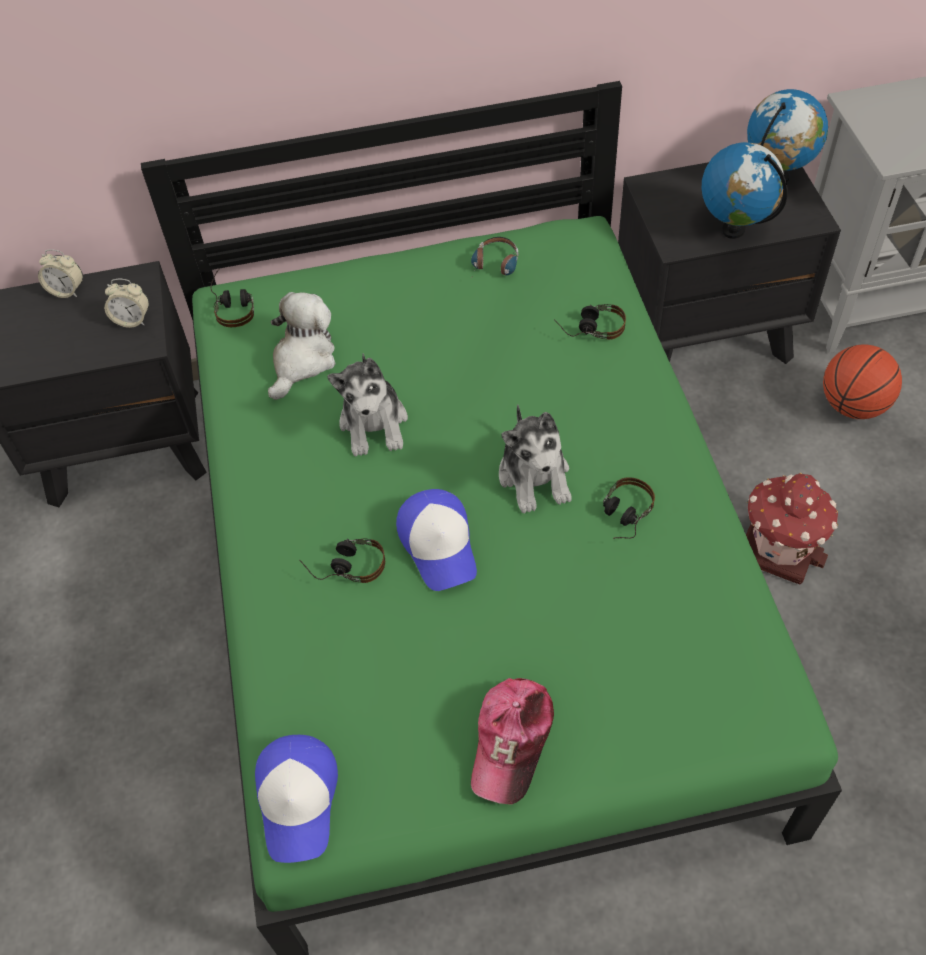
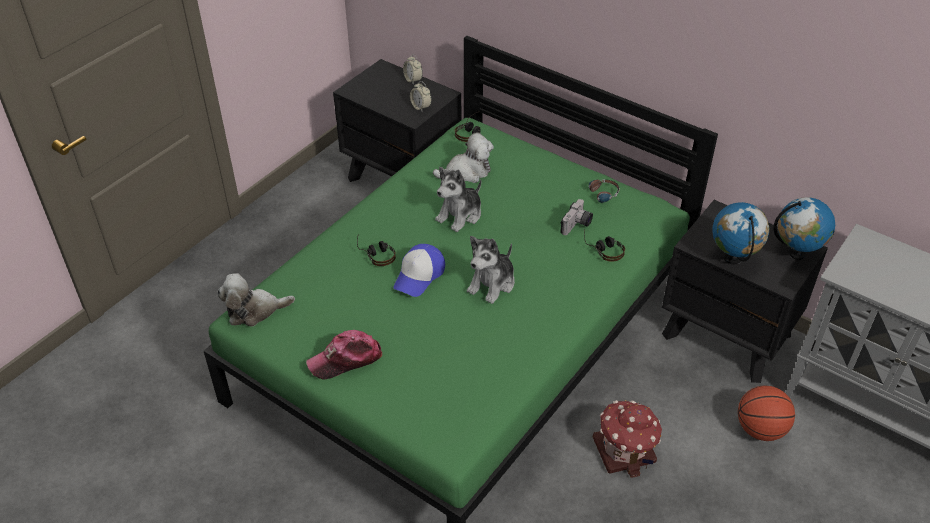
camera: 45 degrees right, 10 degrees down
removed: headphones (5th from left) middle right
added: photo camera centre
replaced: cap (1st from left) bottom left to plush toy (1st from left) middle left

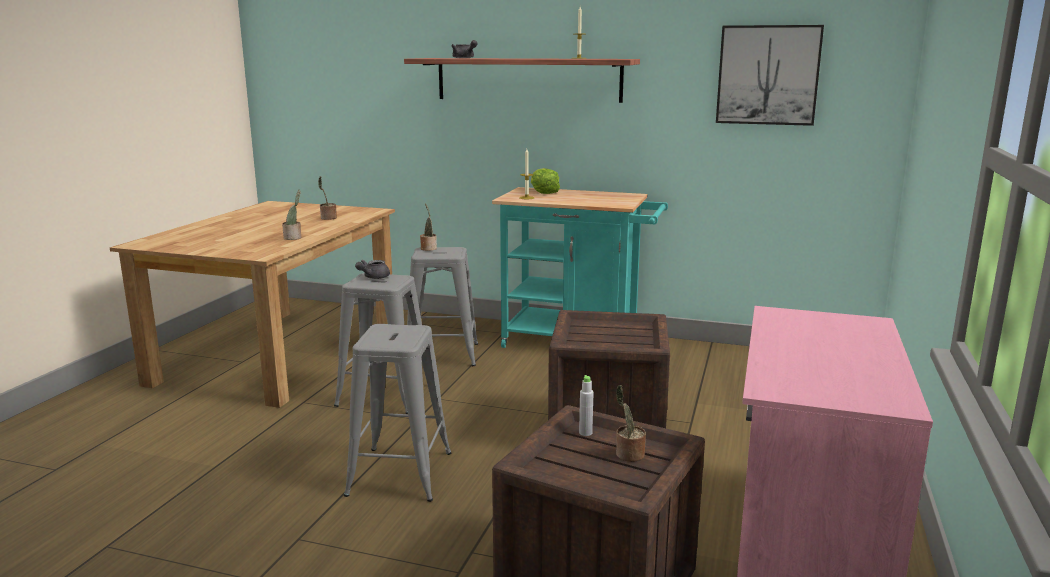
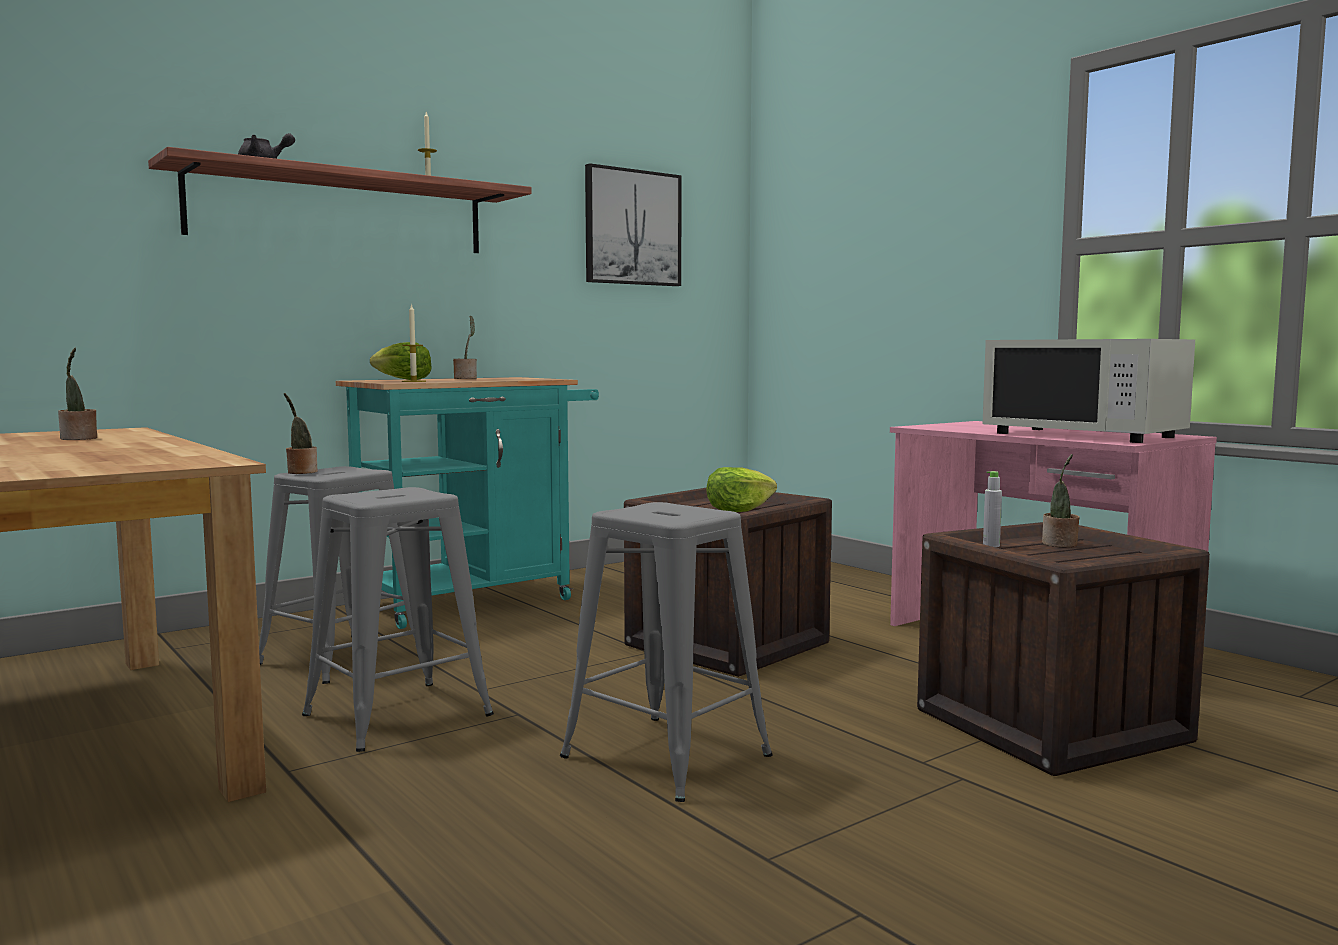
camera: 55 degrees left, 10 degrees down
removed: teapot (grey) (1st from left) centre
added: microwave (white) middle right; lettuce (2nd from left) centre
moved: potted plant (1st from left in the first image) middle left to potted plant (3rd from left) centre

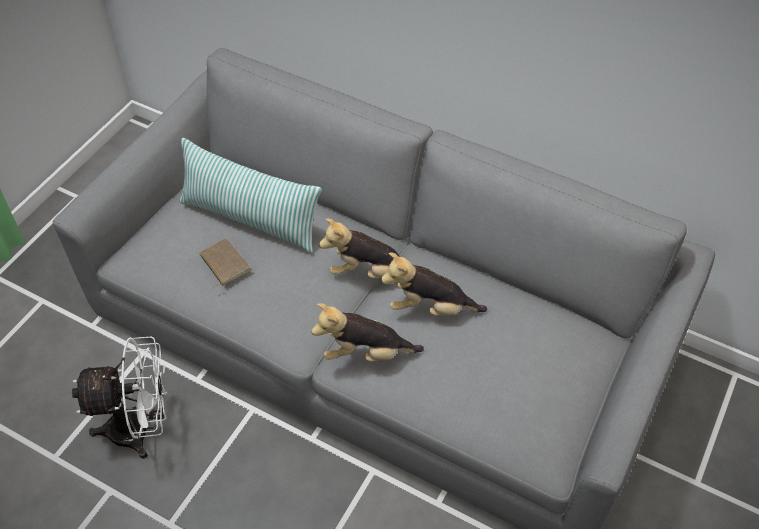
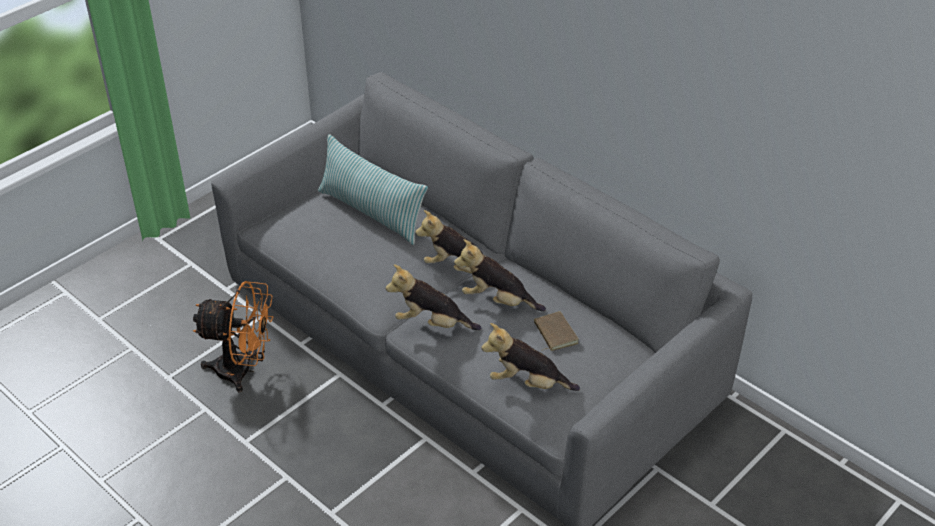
camera: 15 degrees right, 10 degrees down
added: plush toy (4th from left) bottom centre
moved: book (brown) middle left to centre
recoloured: fan (white) bottom left to fan (orange) middle left

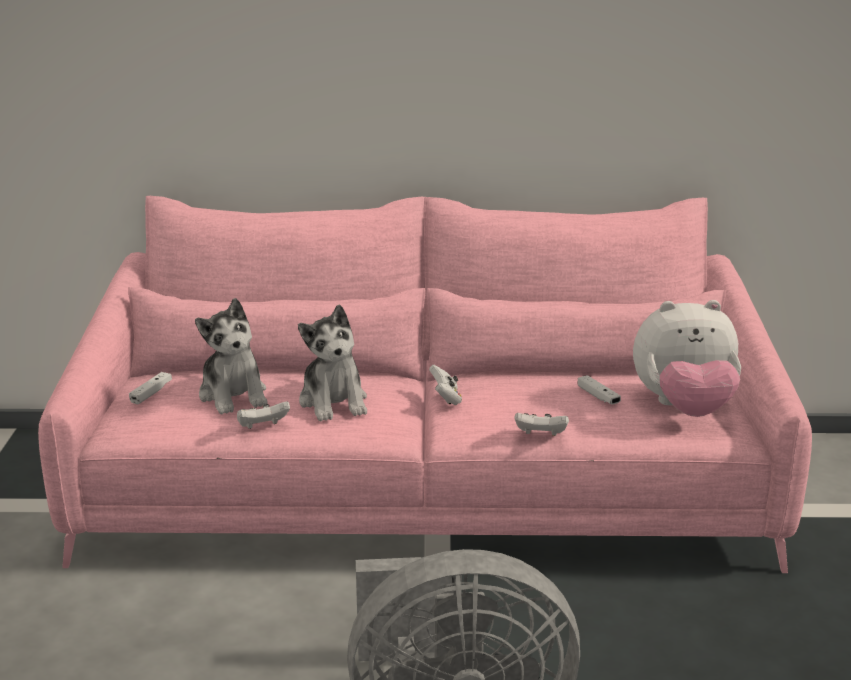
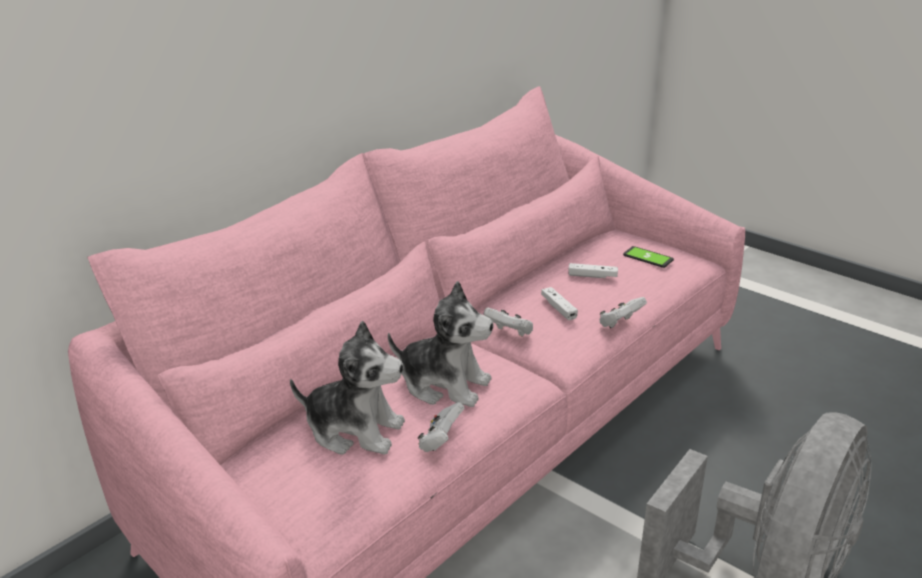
camera: 50 degrees left, 5 degrees up
moved: game controller (white) (1st from left in the first image) middle left to game controller (white) (3rd from left) centre
replaced: plush toy (3rd from left) middle right to phone middle right

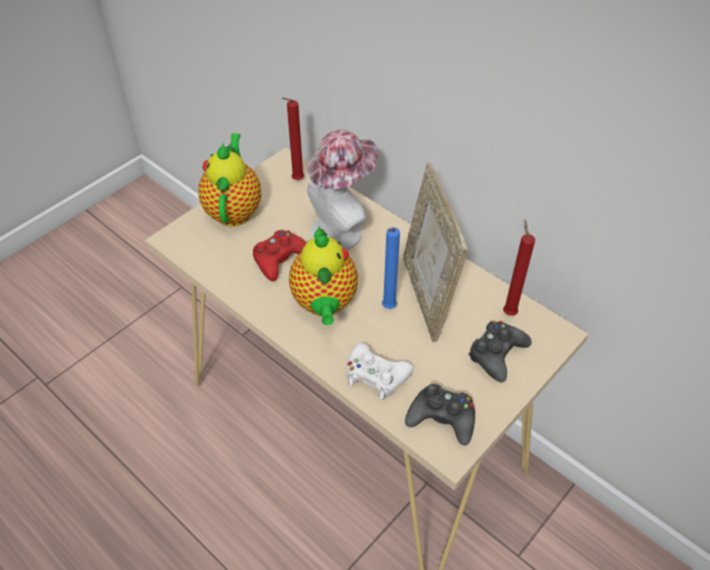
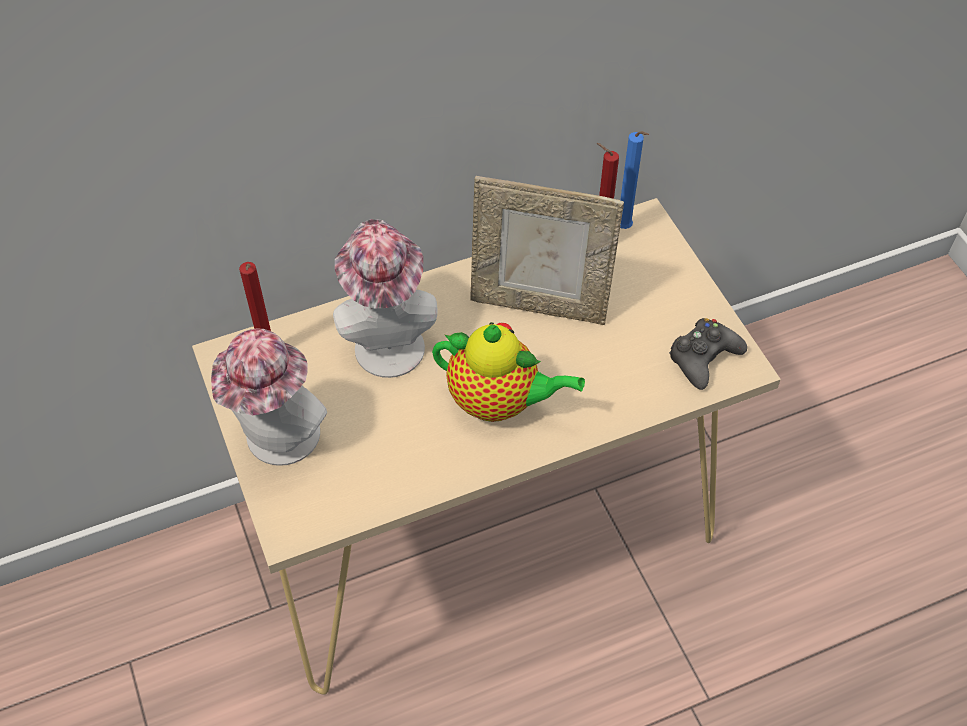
camera: 65 degrees left, 5 degrees up
removed: game controller (red) centre; game controller (black) (2nd from left) middle right; game controller (white) centre
moved: candle (blue) centre to top centre
replaced: teapot (1st from left) top left to hat (1st from left) middle left

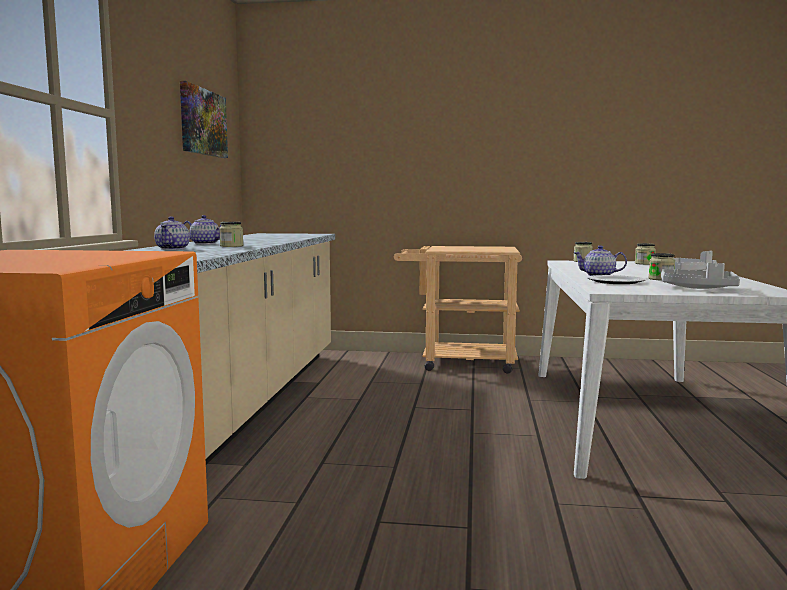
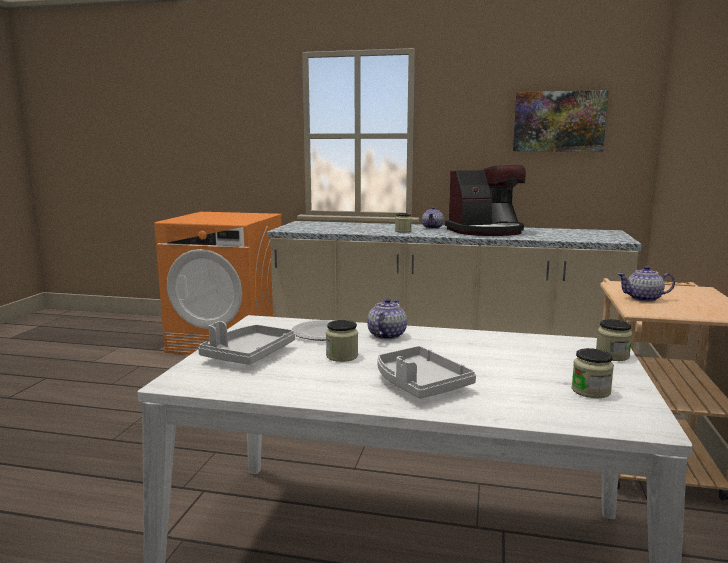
camera: 95 degrees right, 5 degrees up
added: coffee machine centre
moved: teapot (1st from left in the first image) middle left to teapot (3rd from left) middle right

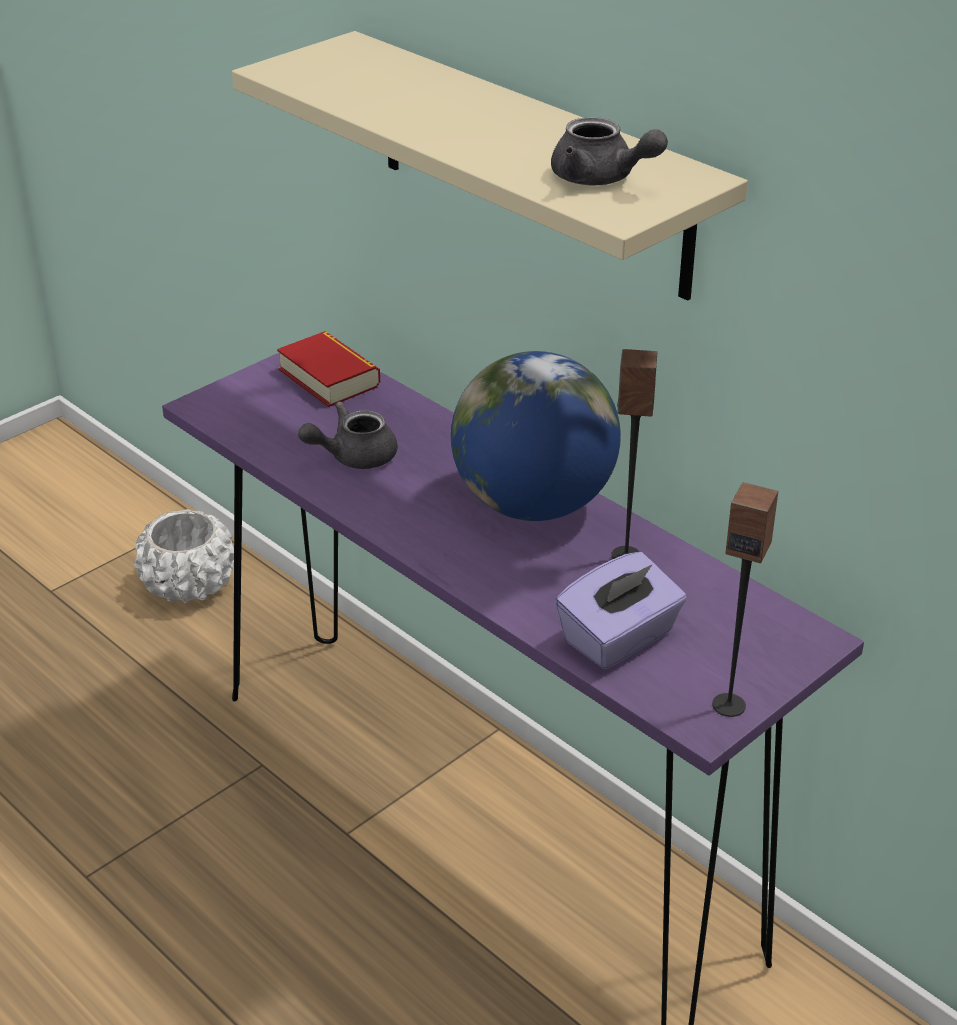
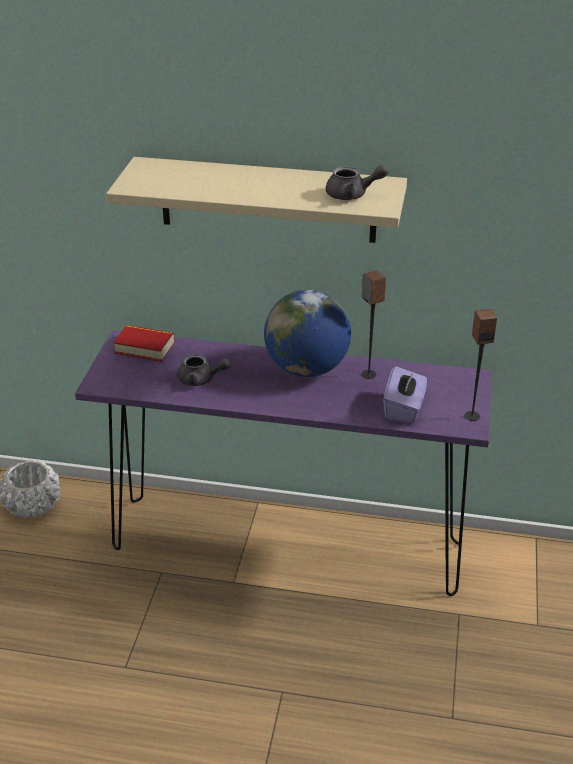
camera: 35 degrees left, 0 degrees up
turned: teapot (grey) (1st from left) centre = centre 105 degrees counterclockwise

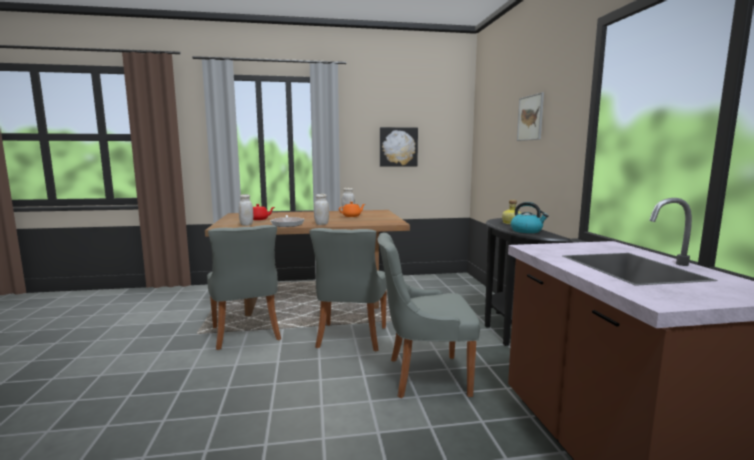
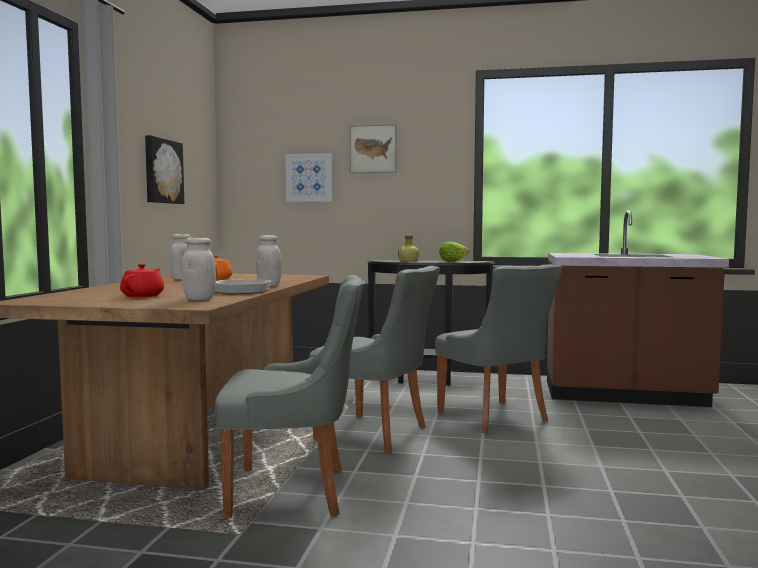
camera: 70 degrees left, 5 degrees down
added: picture (2nd from left) top centre
replaced: kettle middle right to lettuce centre
turned: chair (grey) (3rd from left) bottom centre = centre 45 degrees counterclockwise

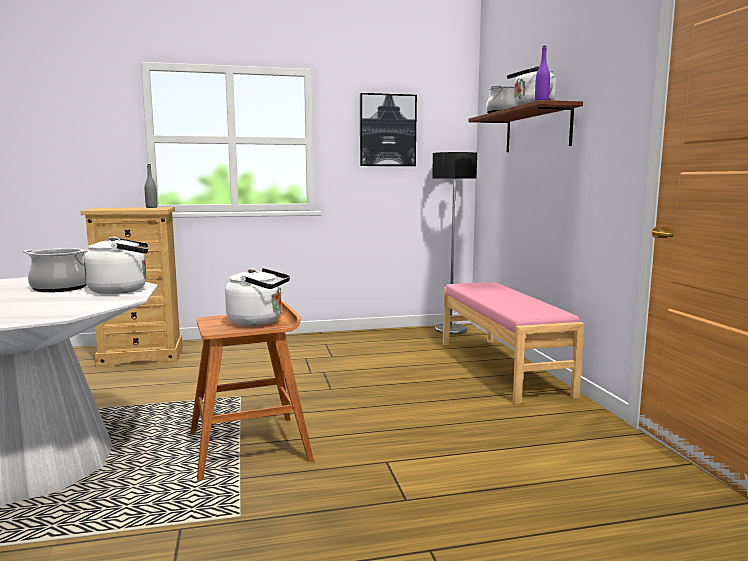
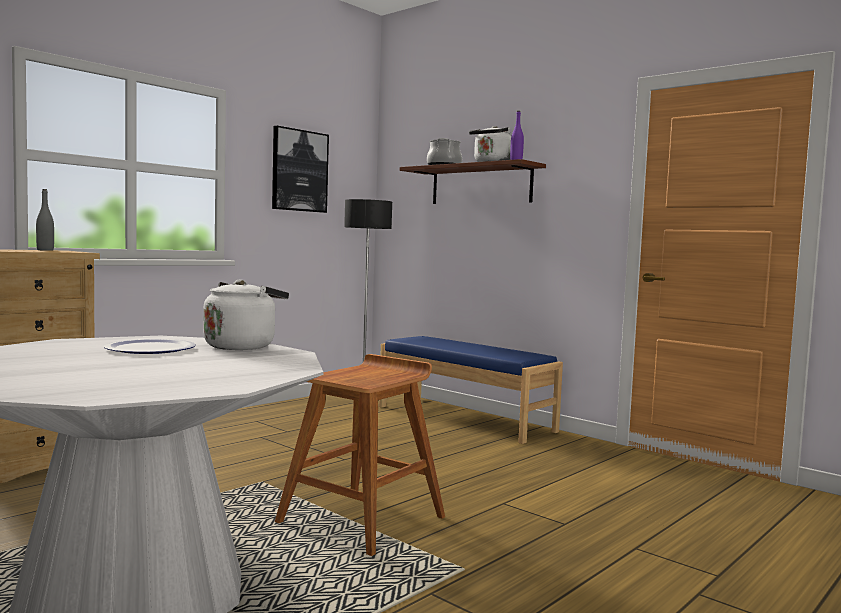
camera: 35 degrees left, 5 degrees down
removed: kettle (white) (2nd from left) centre
replaced: cooking pot (1st from left) middle left to plate middle left
recoloured: bench (pink) middle right to bench (blue) centre

